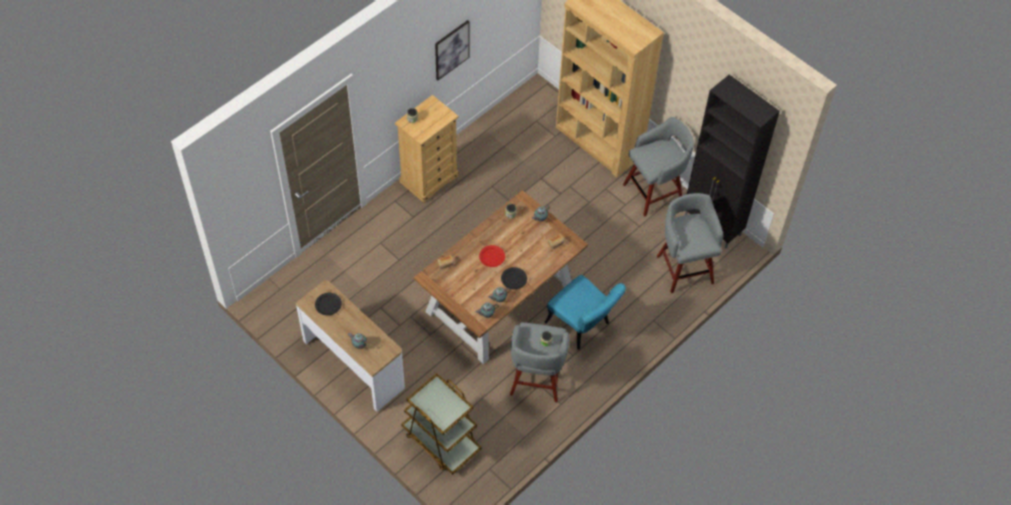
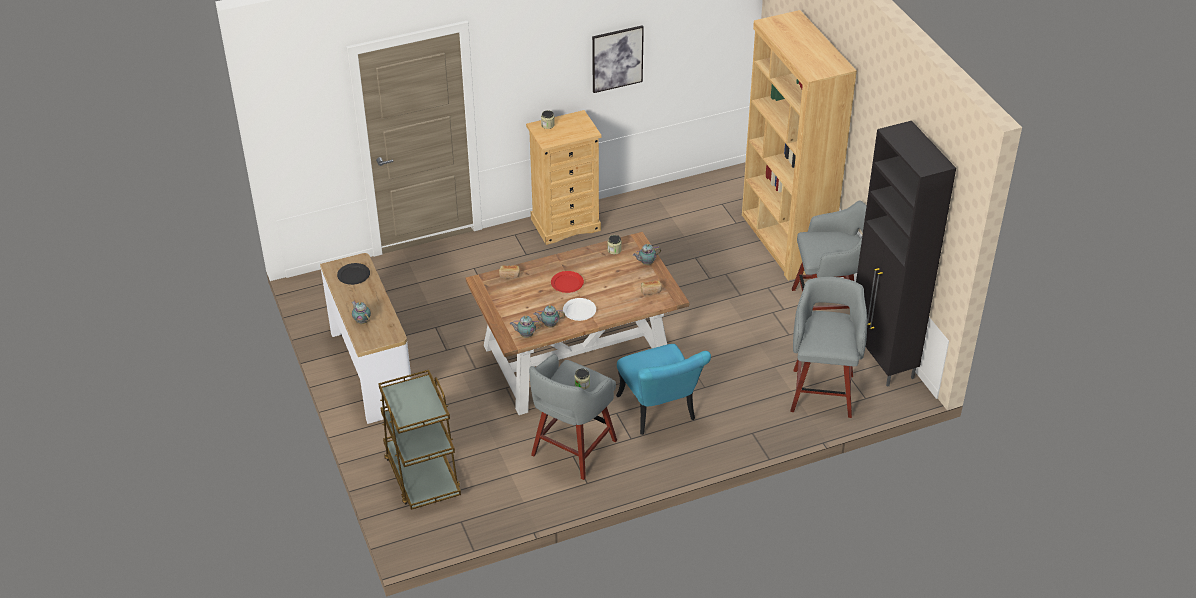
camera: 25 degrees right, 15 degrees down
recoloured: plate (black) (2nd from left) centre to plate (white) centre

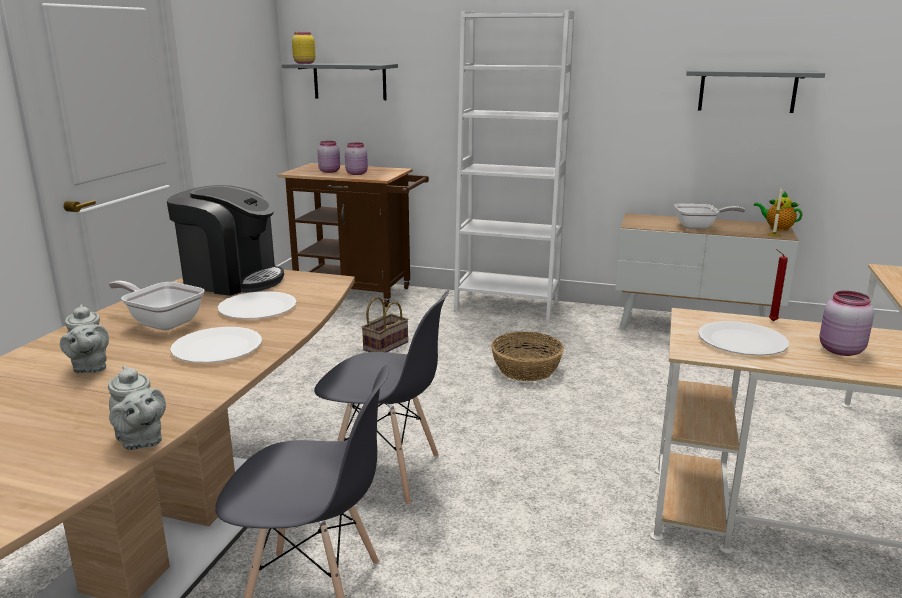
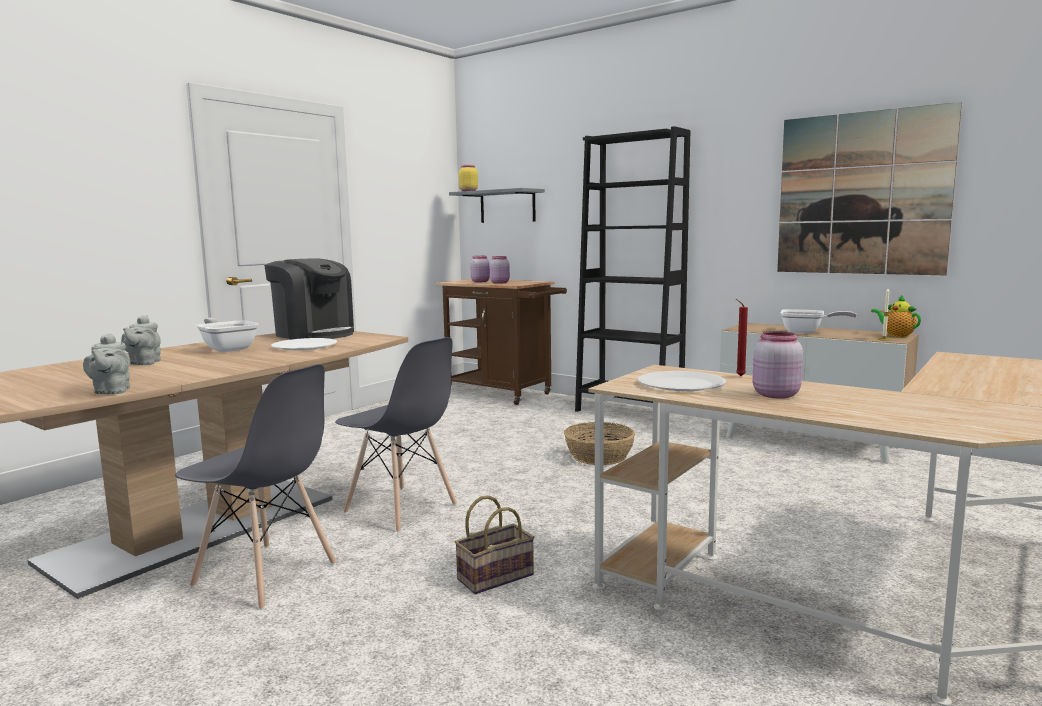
camera: 20 degrees right, 10 degrees down
removed: plate (white) (1st from left) middle left
moved: basket (1st from left) centre to bottom centre
replaced: shelf (grey) (2nd from left) top right to picture top right
recoloured: bookcase (white) top centre to bookcase (black) centre

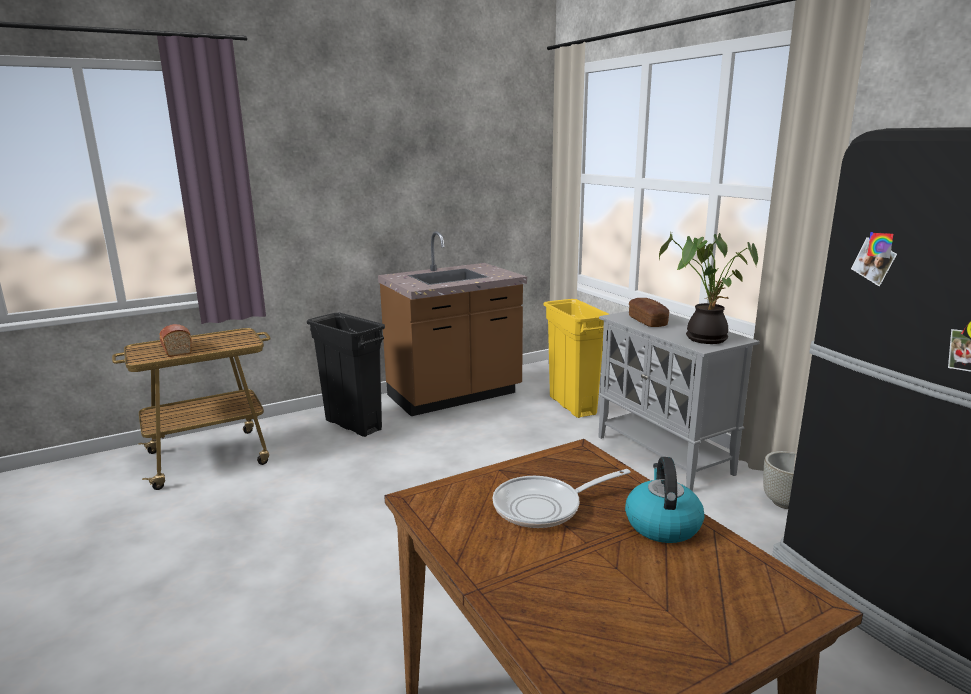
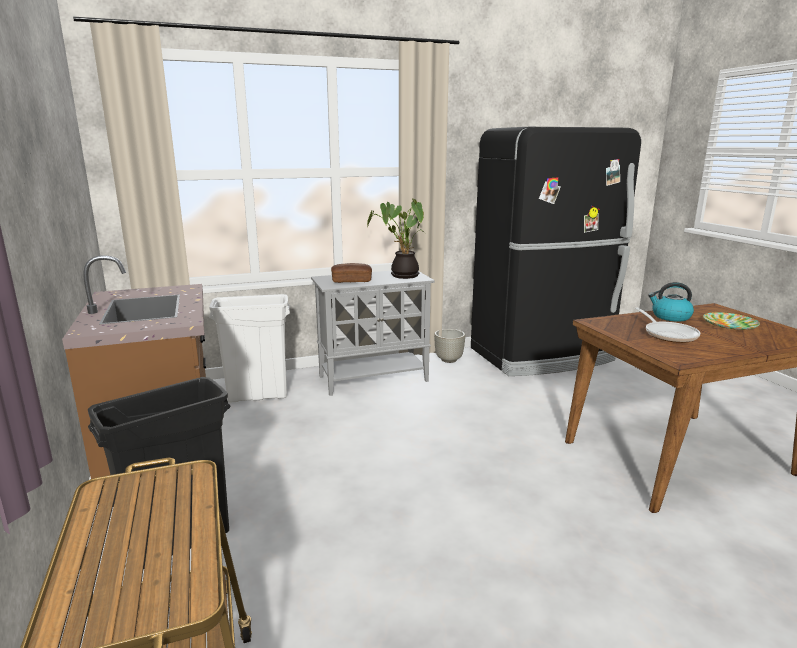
camera: 80 degrees left, 0 degrees up
removed: bread (1st from left) middle left
added: plate middle right
recoloured: trash can (yellow) centre to trash can (white) middle left

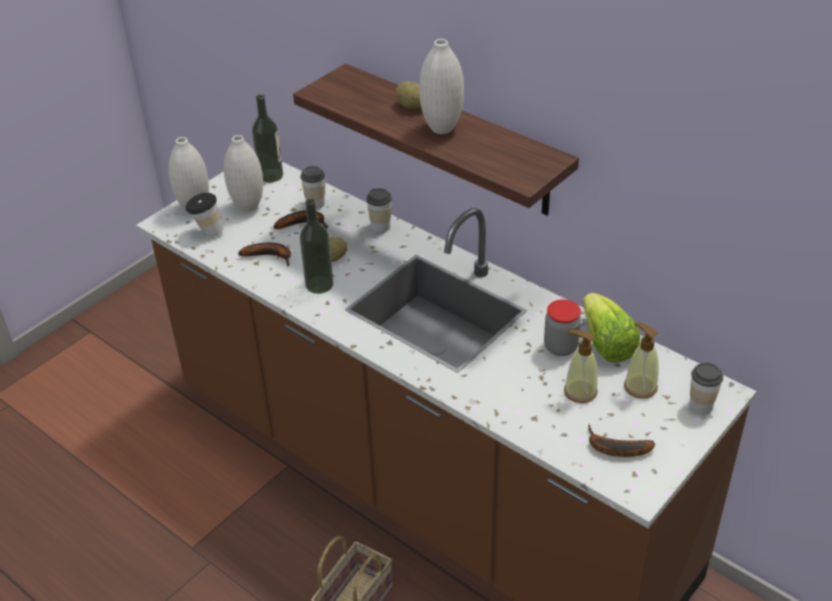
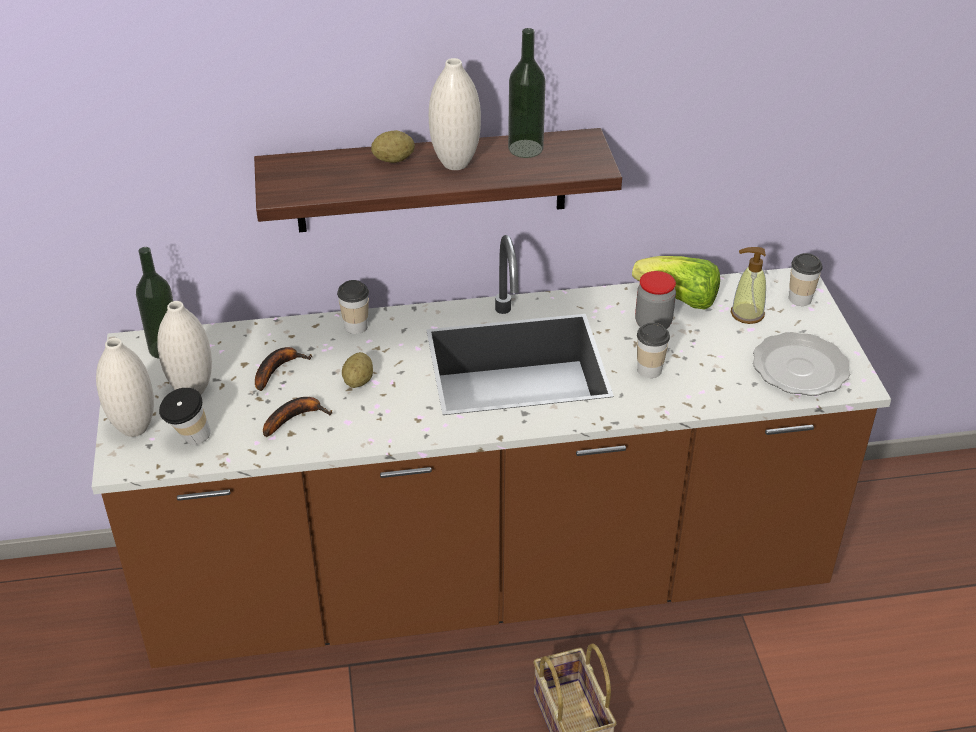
camera: 50 degrees left, 0 degrees up
removed: soap dispenser (1st from left) middle right
moved: cup (2nd from left in the first image) top centre to cup (3rd from left) middle right; bottle (2nd from left) centre to top centre
replaced: banana (3rd from left) bottom right to plate middle right

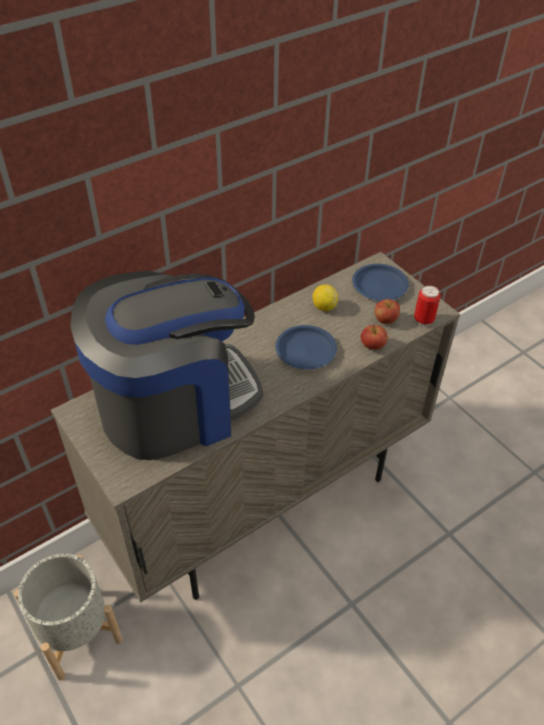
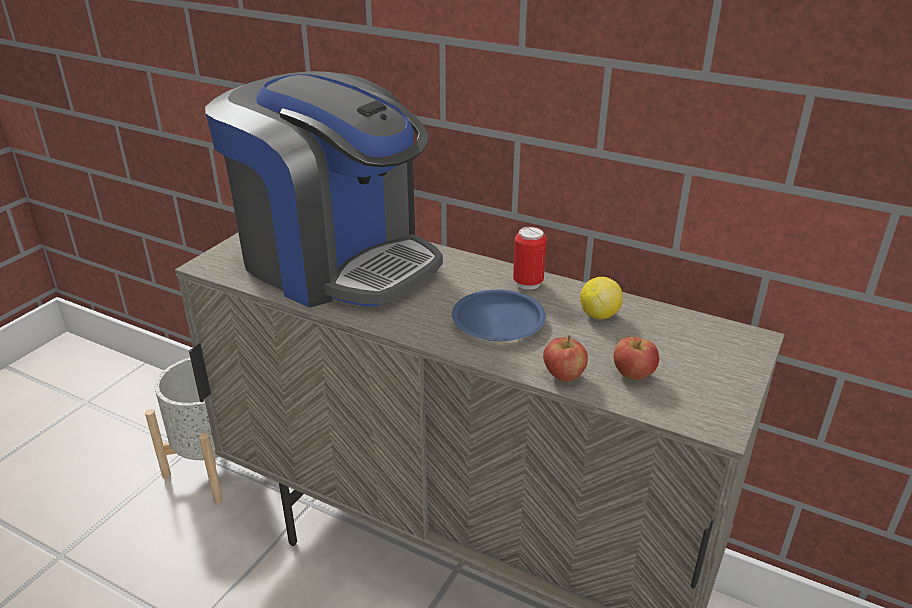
camera: 65 degrees right, 15 degrees down
removed: plate (blue) (2nd from left) middle right
moved: can middle right to centre

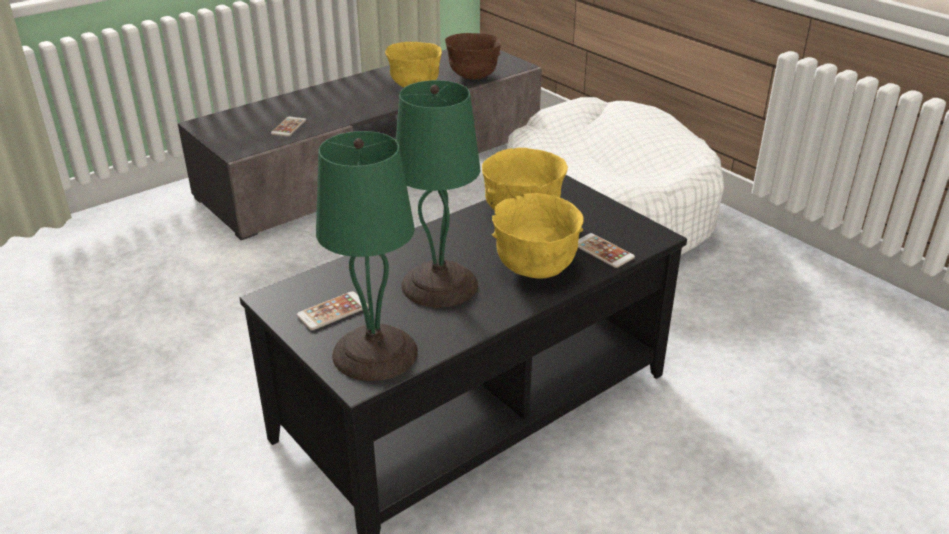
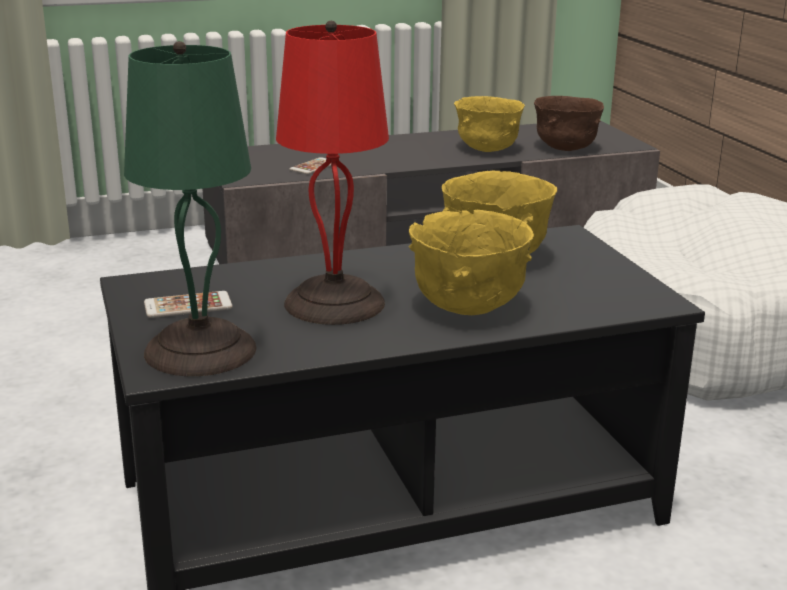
camera: 20 degrees right, 10 degrees down
removed: phone (3rd from left) centre
recoloured: table lamp (green) (2nd from left) centre to table lamp (red) top centre

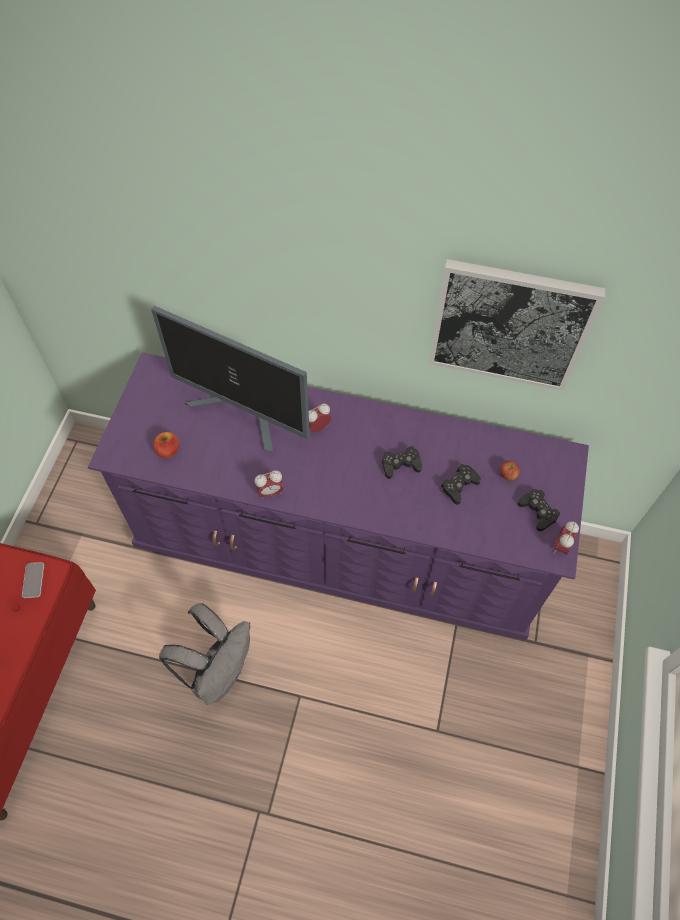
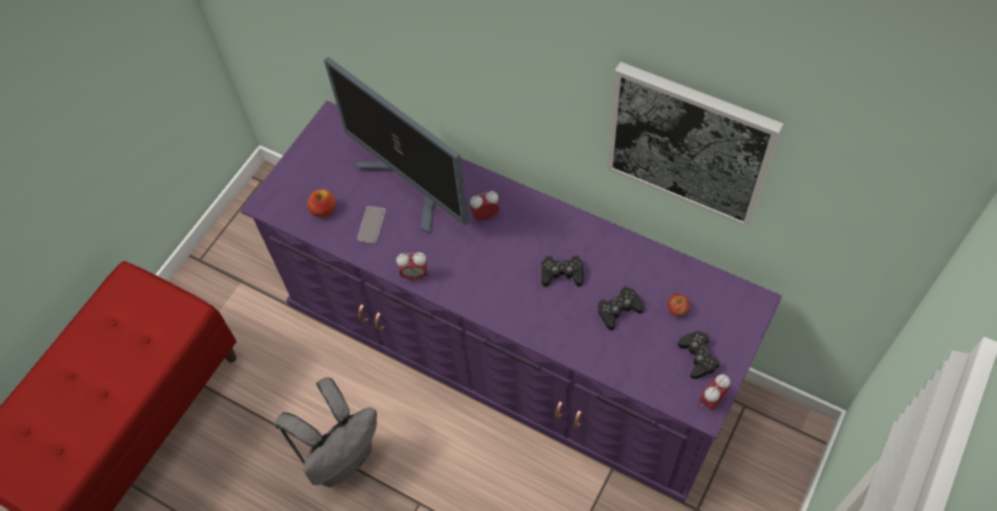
camera: 20 degrees right, 0 degrees up
moved: phone middle left to centre

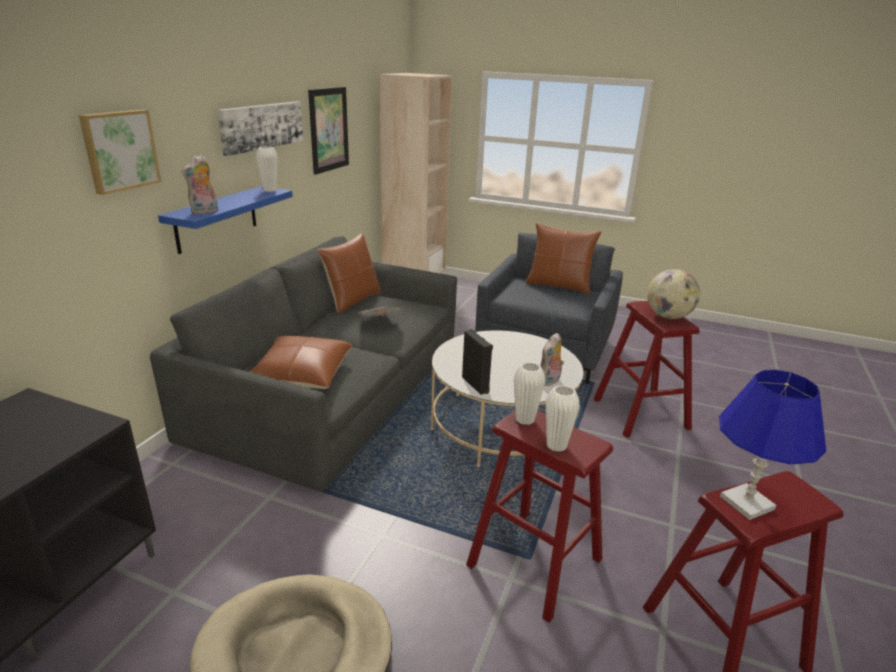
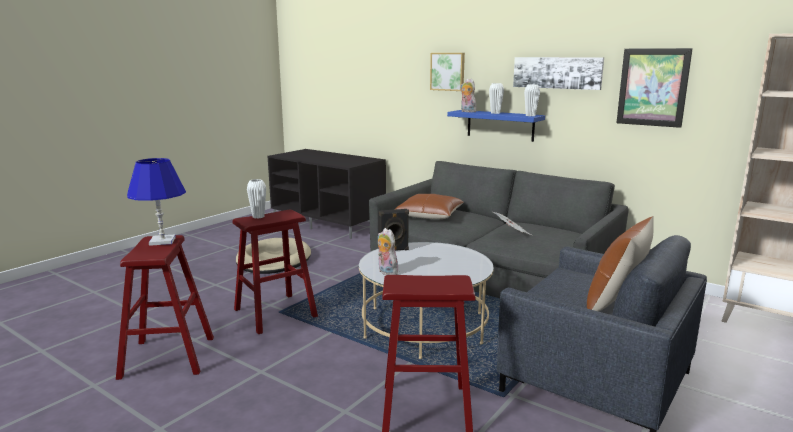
camera: 105 degrees right, 10 degrees down
removed: pillow (brown) (2nd from left) centre; globe middle right
moved: vase (white) (2nd from left) centre to top centre

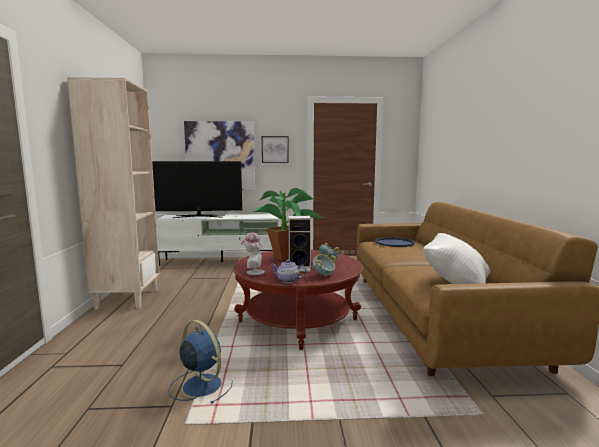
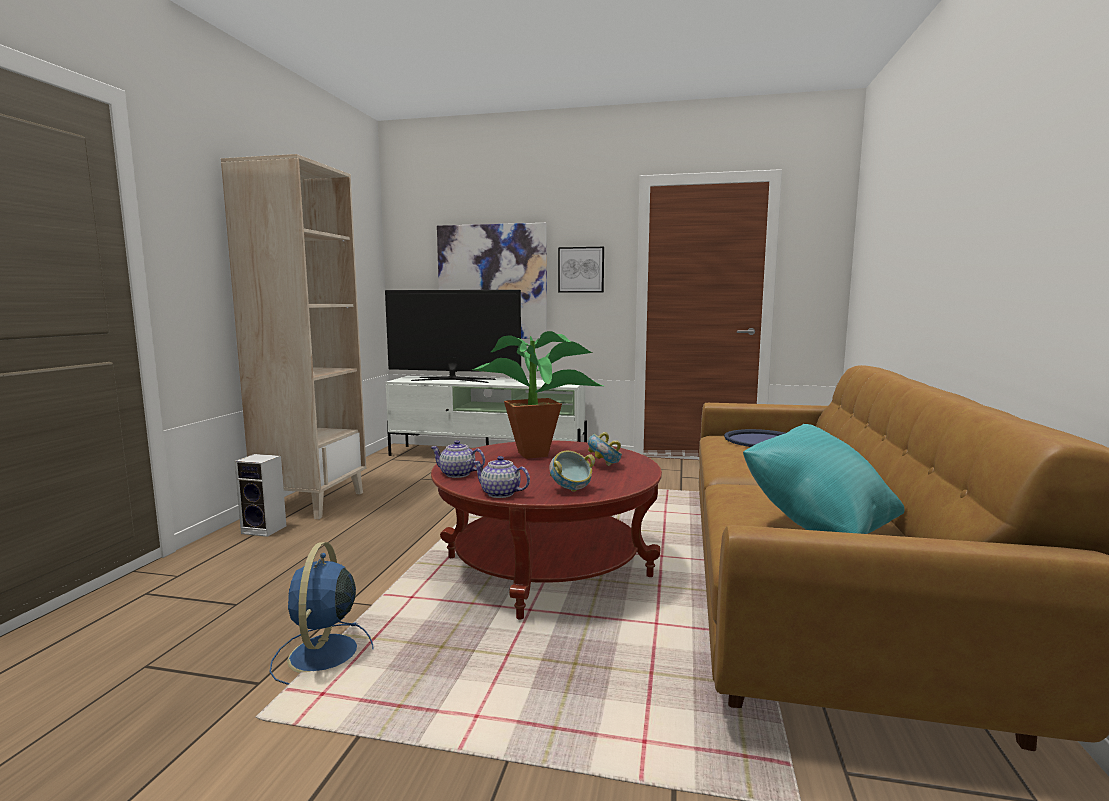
camera: 15 degrees right, 0 degrees up
moved: speaker centre to middle left
replaced: hat centre to teapot (1st from left) centre
recoloured: pillow (white) middle right to pillow (turquoise) middle right
turned: fan (blue) bottom centre = bottom left 150 degrees counterclockwise

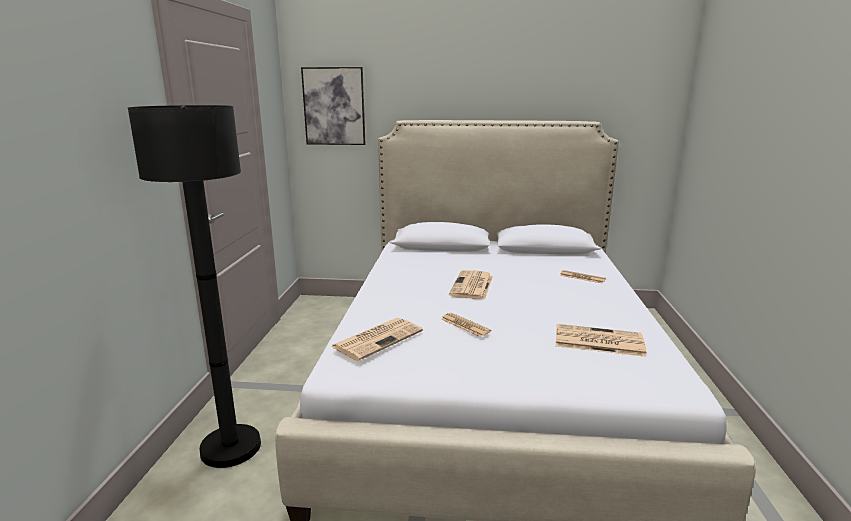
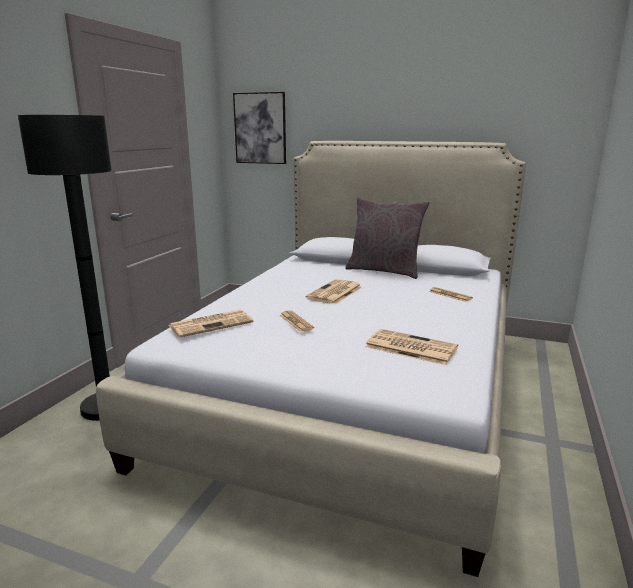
camera: 15 degrees right, 0 degrees up
added: pillow (grey) centre

